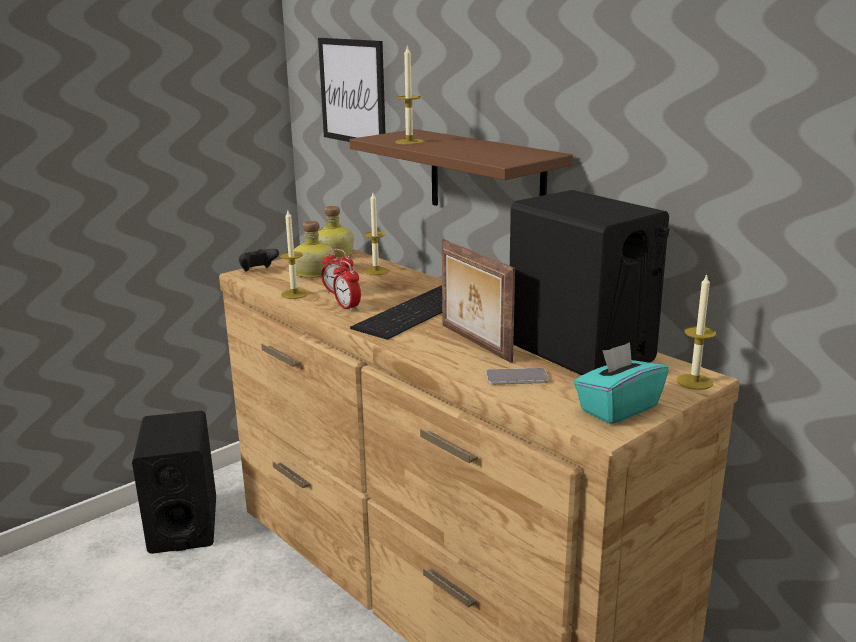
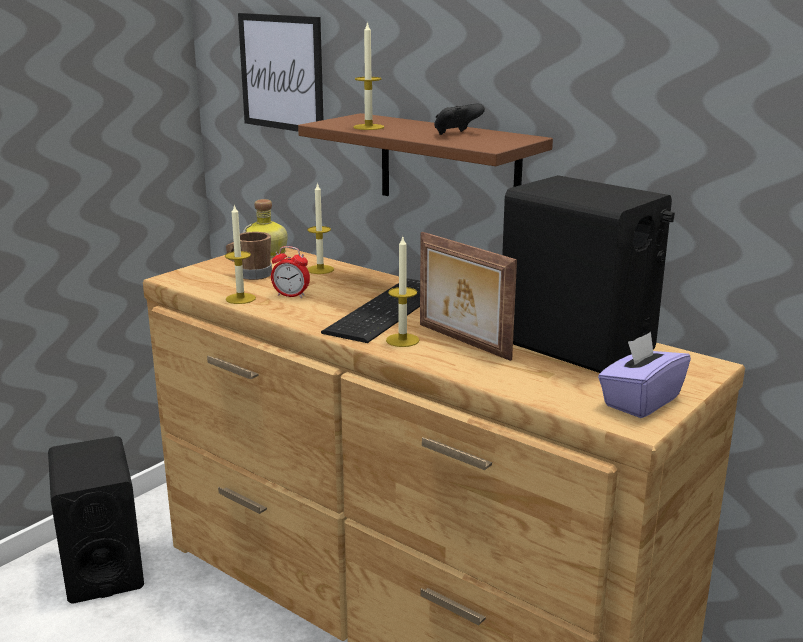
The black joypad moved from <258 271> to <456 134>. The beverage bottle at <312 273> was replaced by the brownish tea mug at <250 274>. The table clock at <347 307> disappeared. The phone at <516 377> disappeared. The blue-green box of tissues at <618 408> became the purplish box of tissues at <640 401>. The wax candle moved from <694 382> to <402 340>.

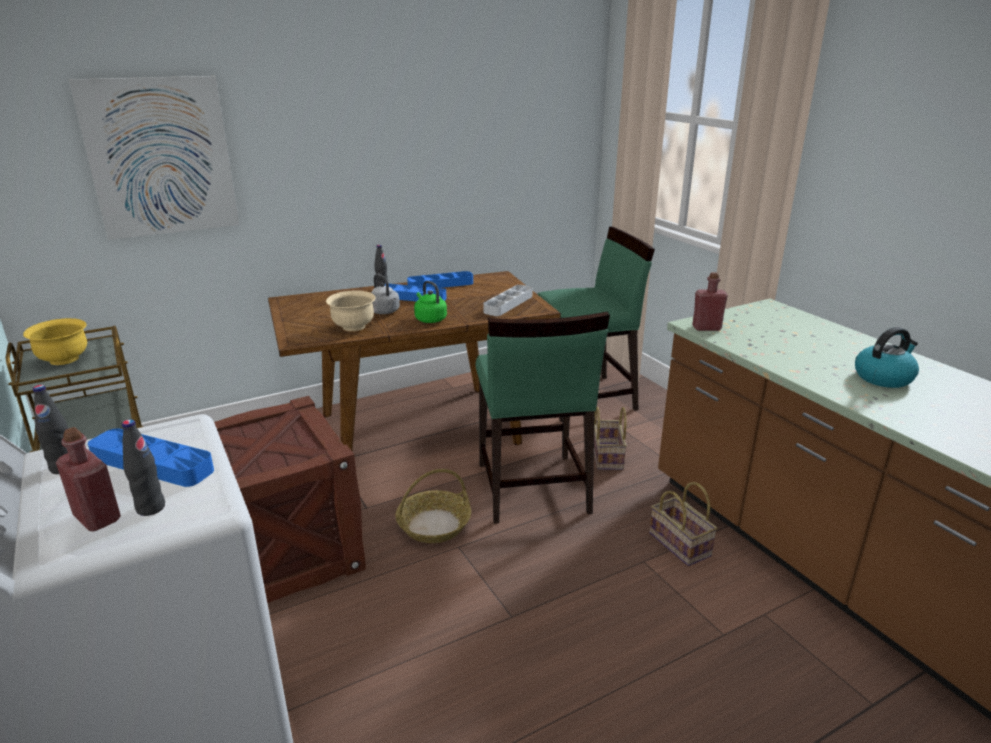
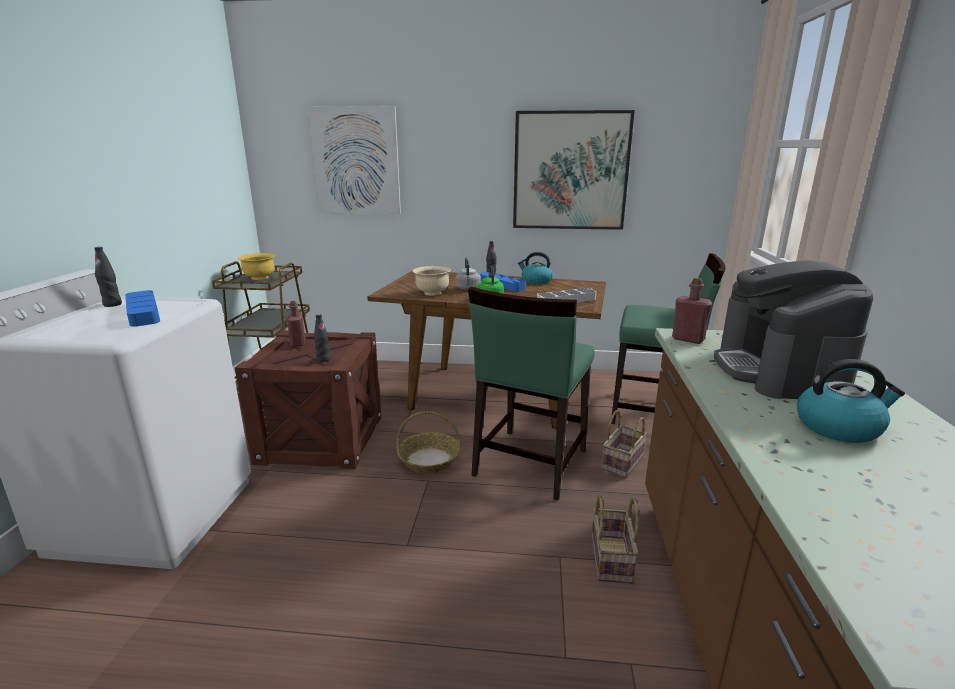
The red-coloured beverage bottle moved from <97 518> to <298 343>. The black beverage bottle moved from <150 508> to <323 359>. The blue-coloured serving tray at <440 284> was replaced by the tea kettle at <536 281>. The picture at <570 171> appeared. The coffee machine at <779 371> appeared.

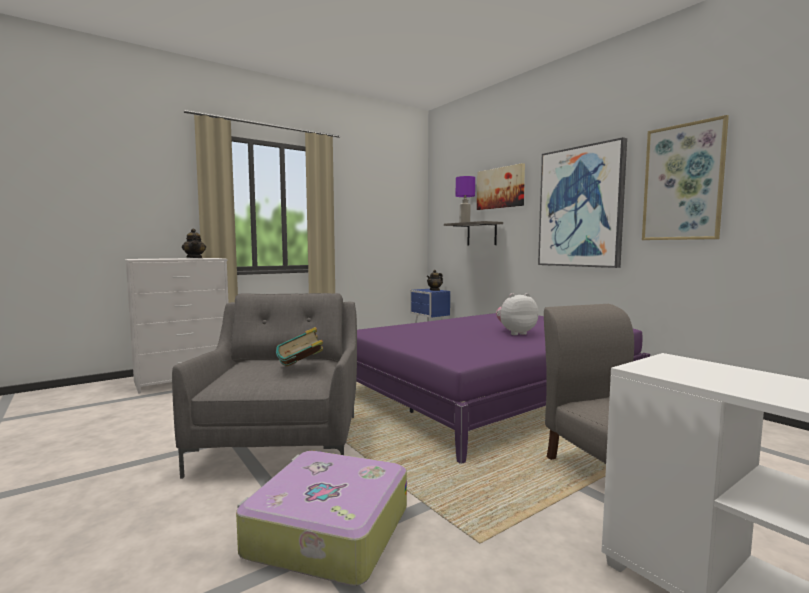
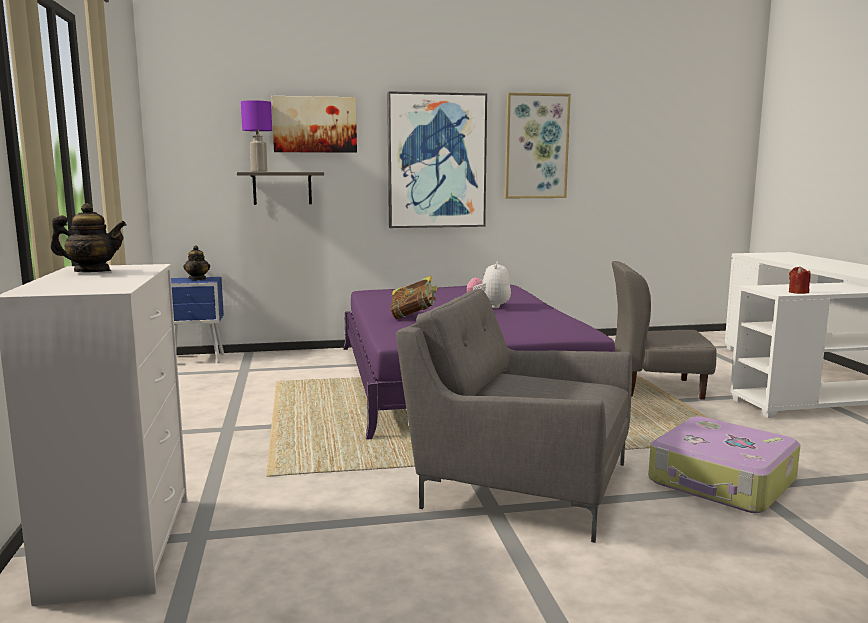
The bound book moved from <301 369> to <414 317>. The red-coloured wax candle at <798 292> appeared.

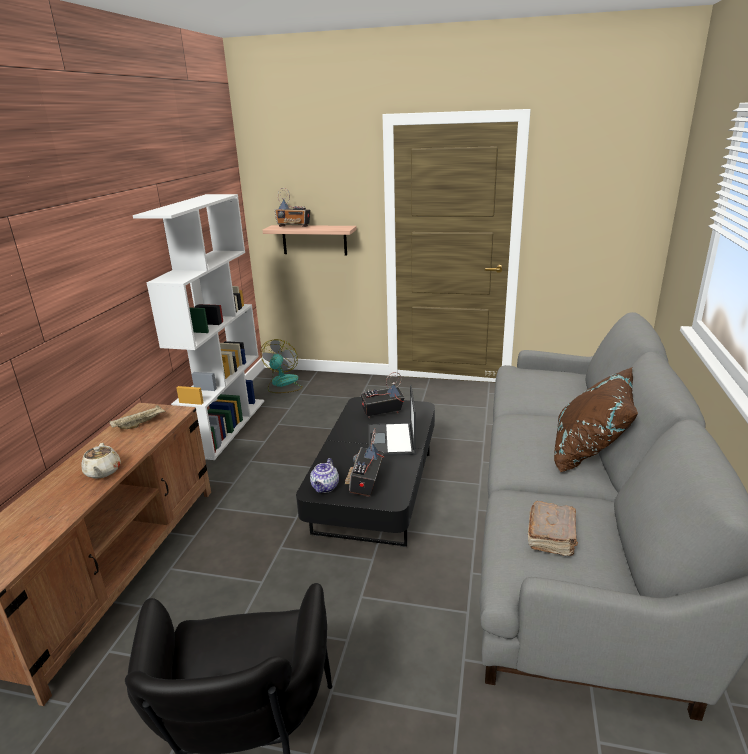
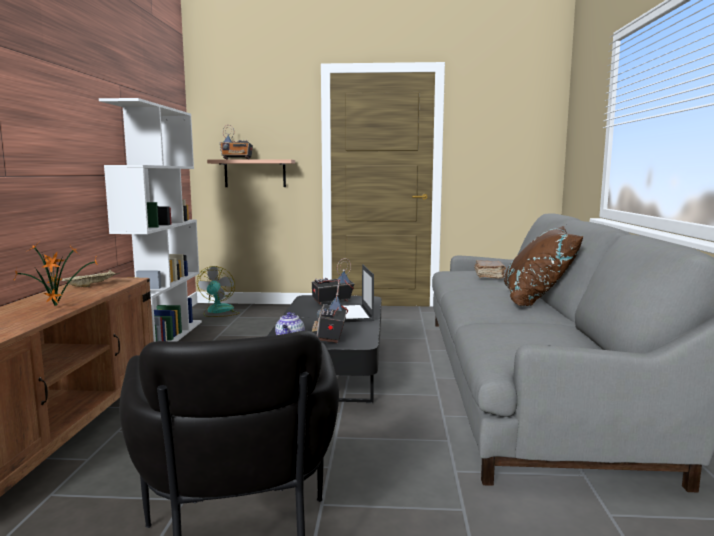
The beige-coloured teapot at <103 472> was replaced by the plant in a pot at <56 306>. The brownish bound book moved from <552 536> to <489 276>.

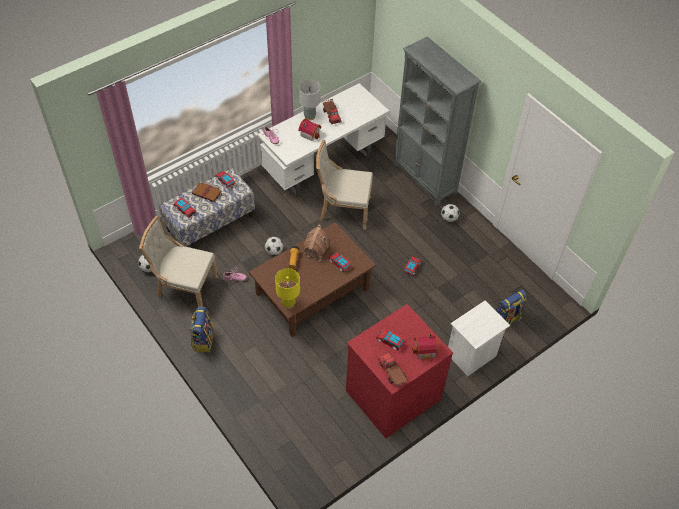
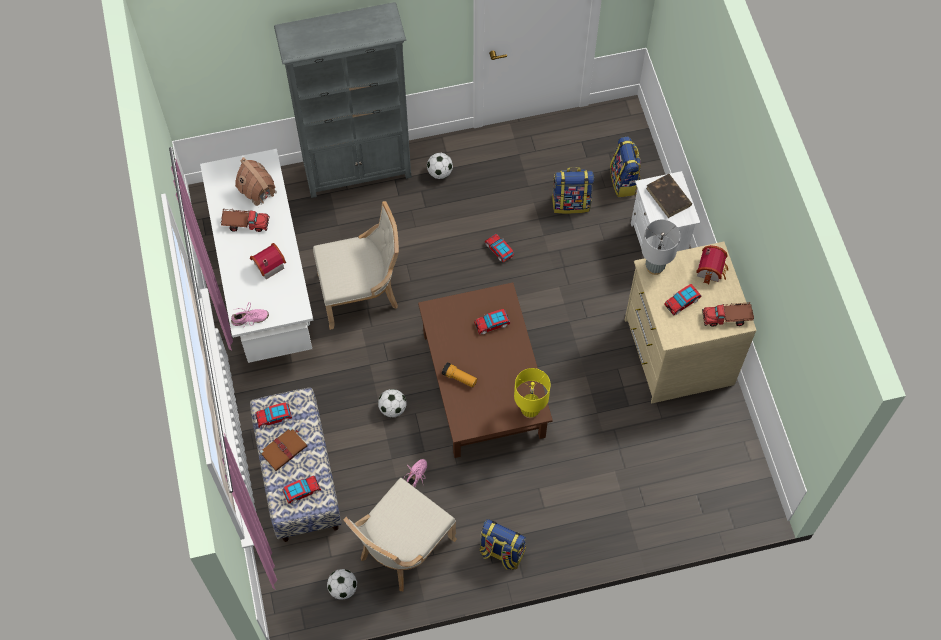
The gray table lamp moved from <310 116> to <654 267>. The model house moved from <315 251> to <258 191>. The beige-coloured upright chair at <343 210> turned 135 degrees counterclockwise. The red-coloured drawer chest at <392 394> became the beige-coloured drawer chest at <676 352>. The rucksack at <571 203> appeared. The brownish bound book at <669 197> appeared.

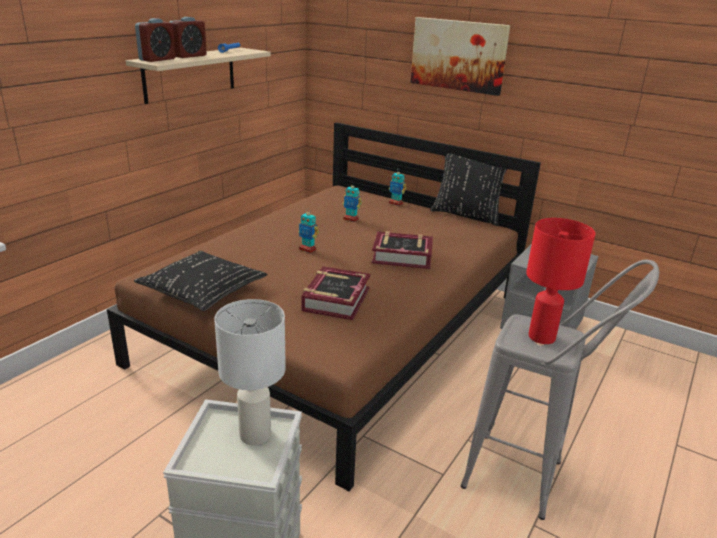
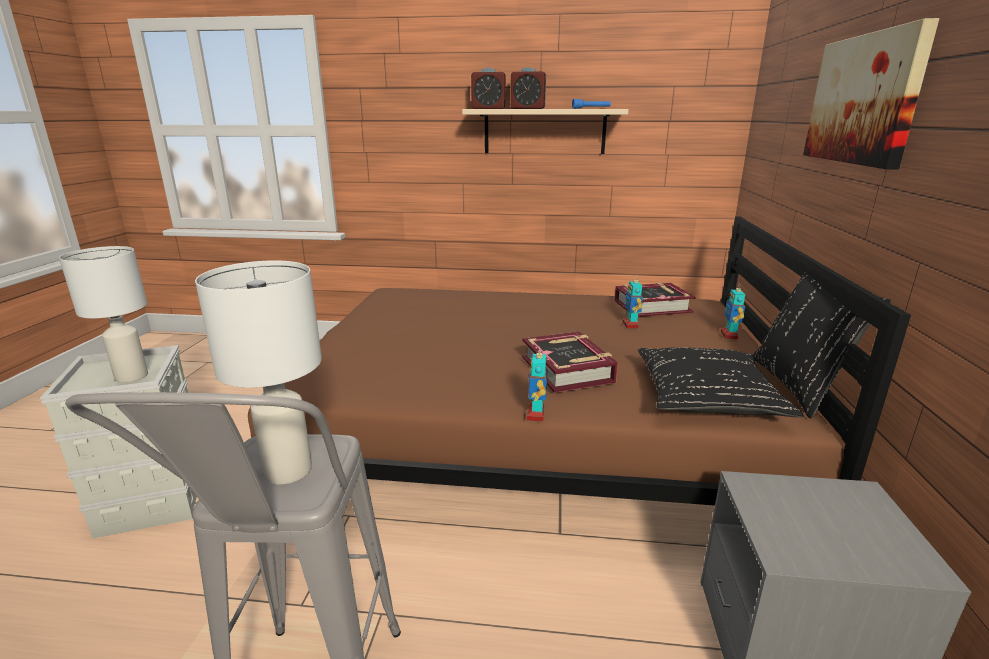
The black cushion moved from <203 290> to <707 396>. The model robot moved from <307 249> to <536 414>. The bound book moved from <335 299> to <652 306>. The red-coloured table lamp at <542 336> became the white table lamp at <289 471>.

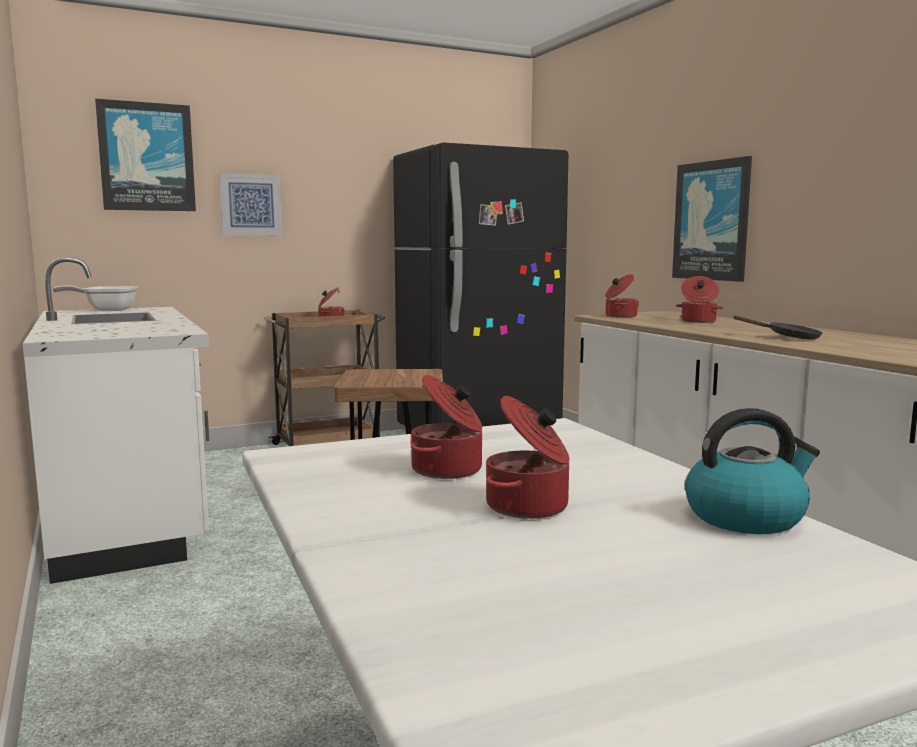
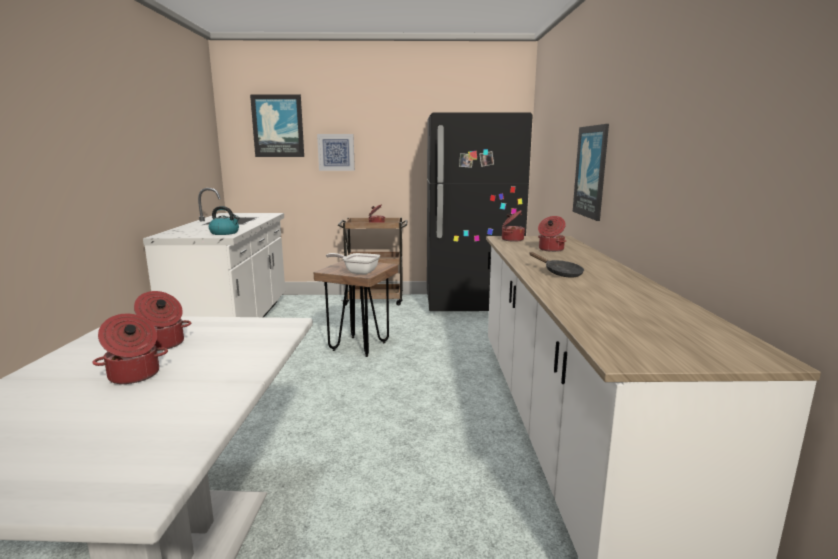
The pan moved from <106 310> to <358 272>. The tea kettle moved from <746 517> to <225 233>.

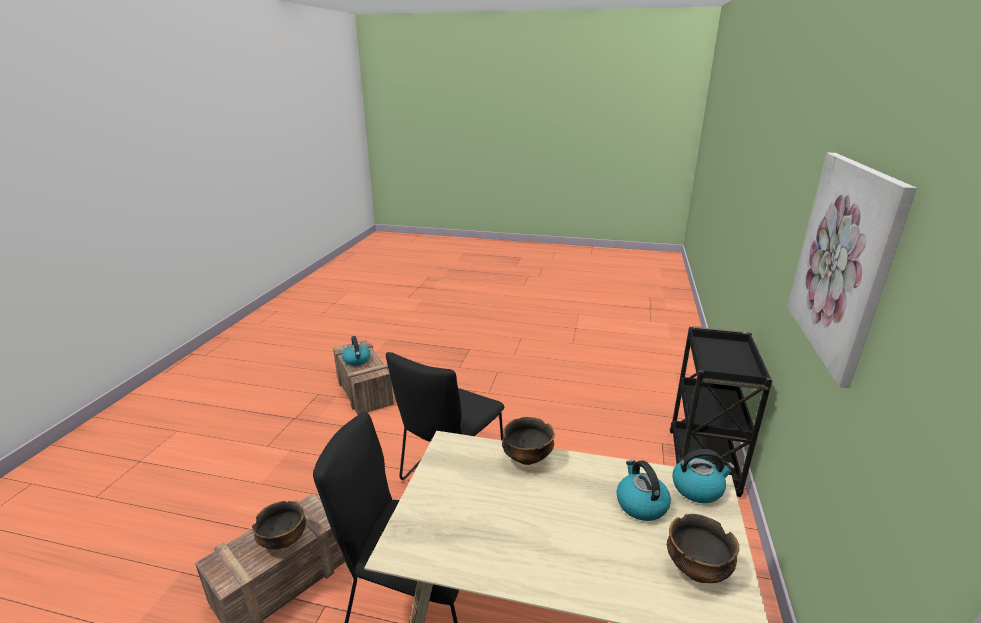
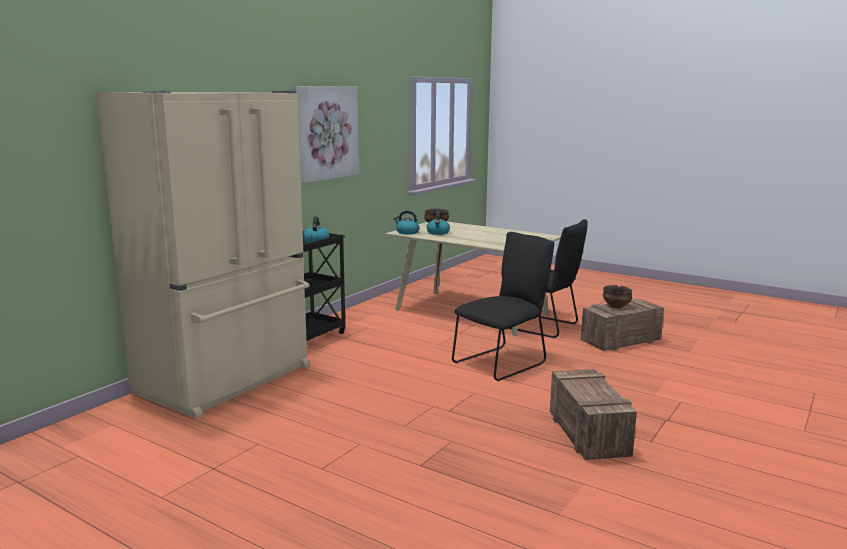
The tea kettle moved from <357 360> to <316 241>. The deep dish at <527 458> disappeared. The beige-coloured refrigerator at <228 380> appeared.

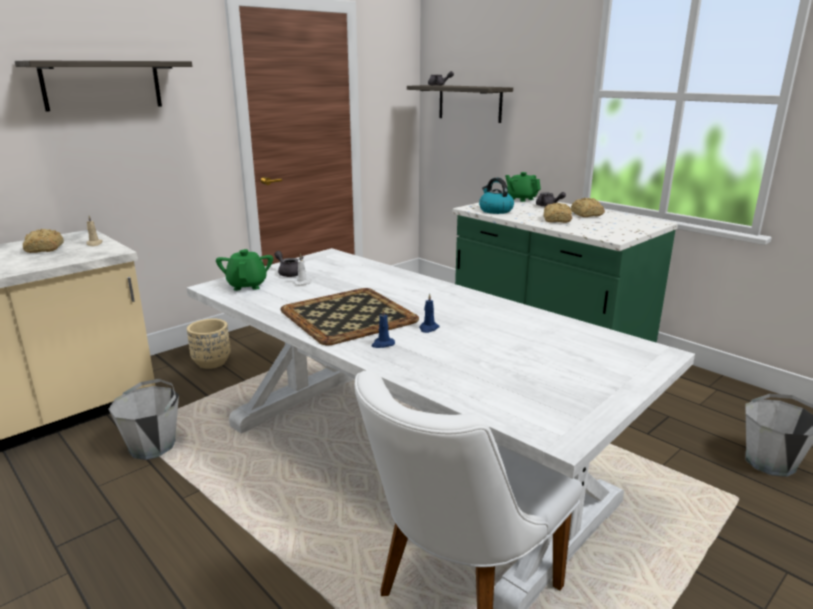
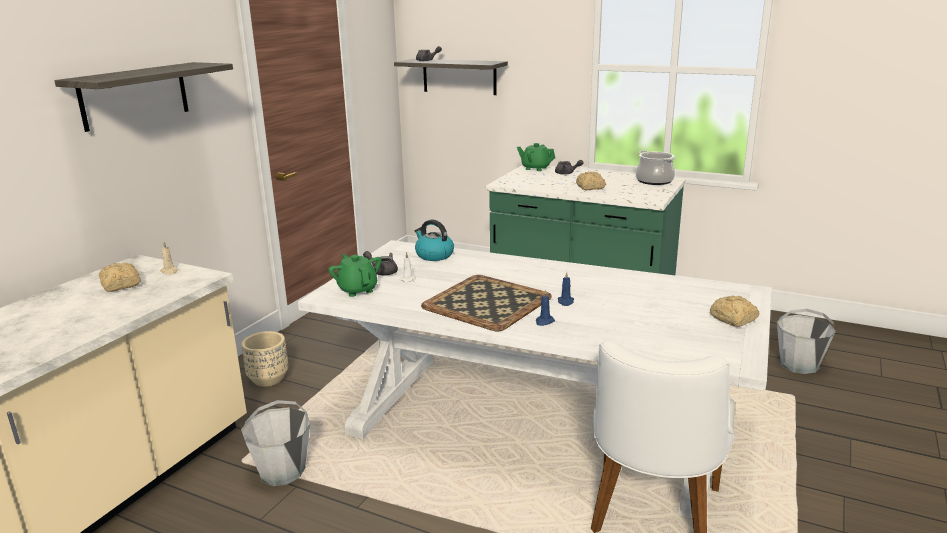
The tea kettle moved from <495 210> to <434 255>. The bakery bread moved from <586 215> to <733 319>. The cooking pot at <654 181> appeared.

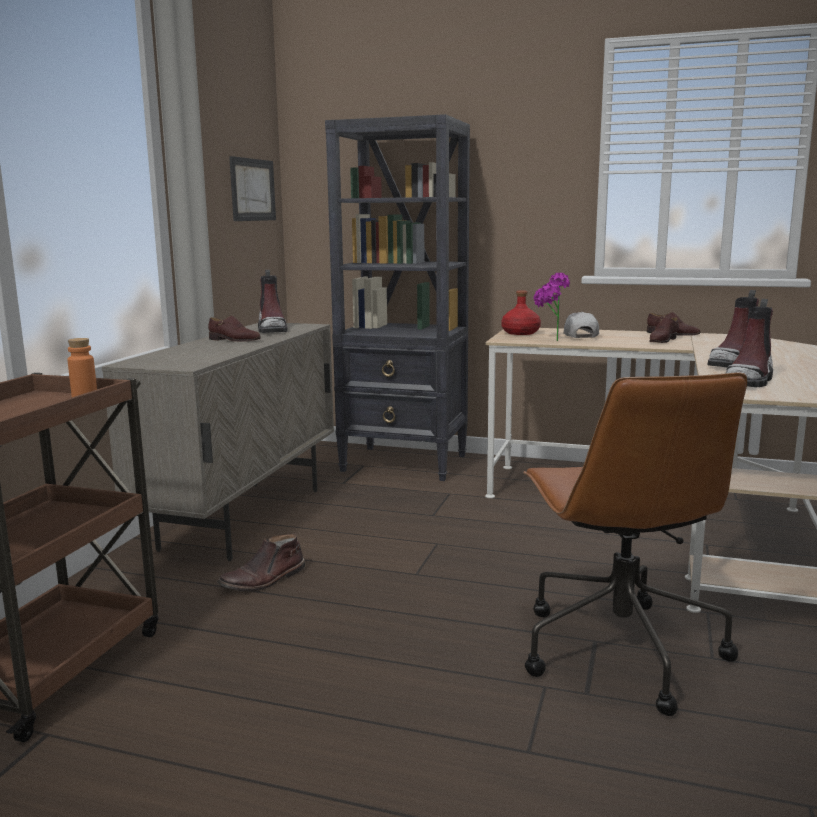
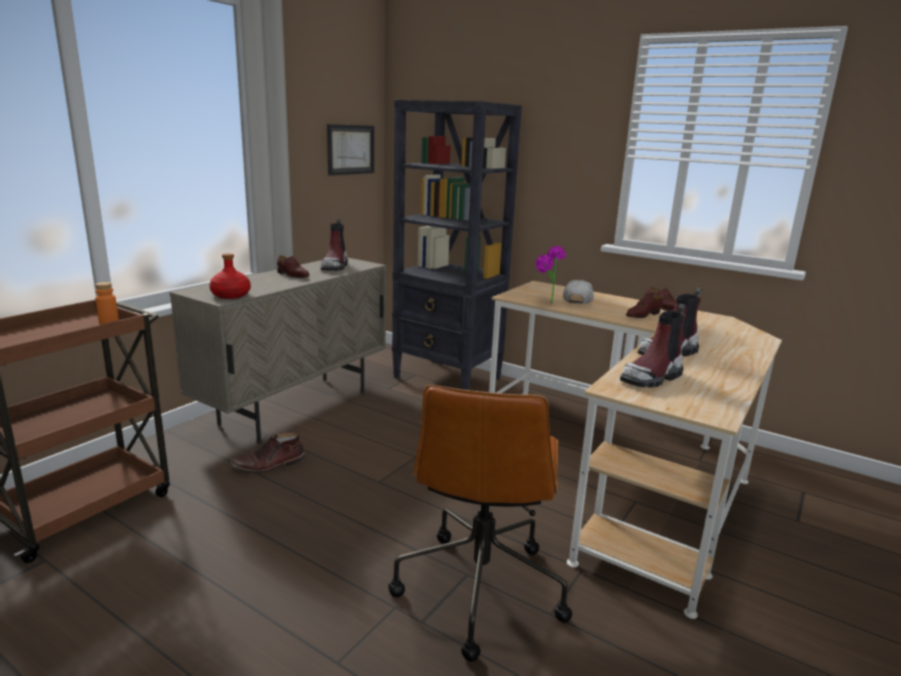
The red-coloured beverage bottle moved from <520 333> to <231 295>.

